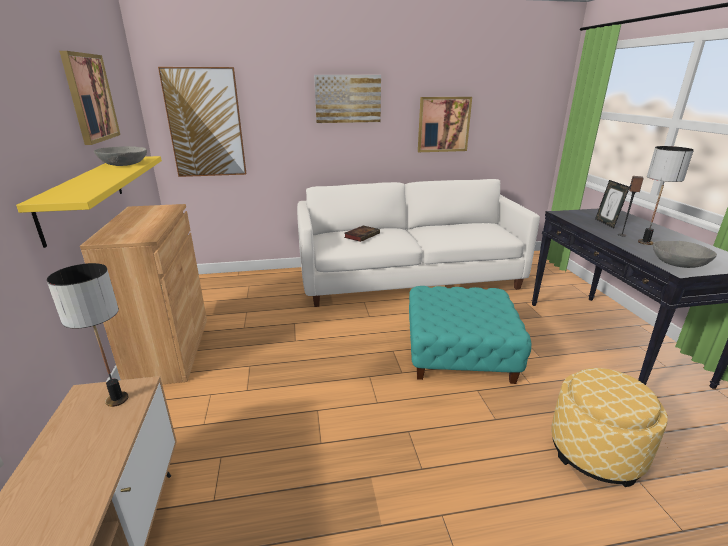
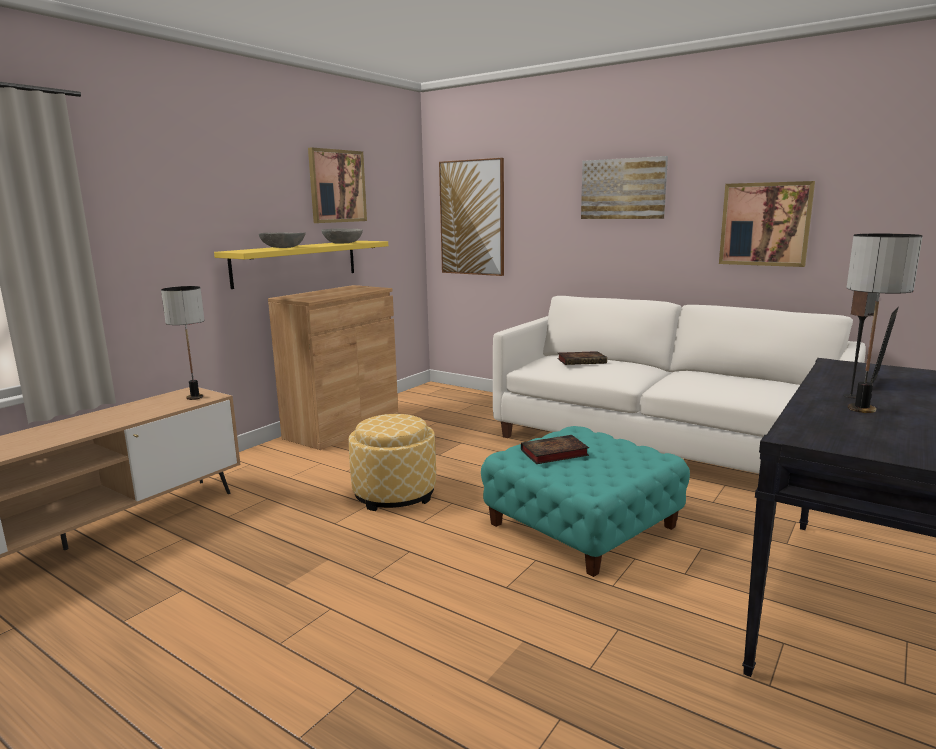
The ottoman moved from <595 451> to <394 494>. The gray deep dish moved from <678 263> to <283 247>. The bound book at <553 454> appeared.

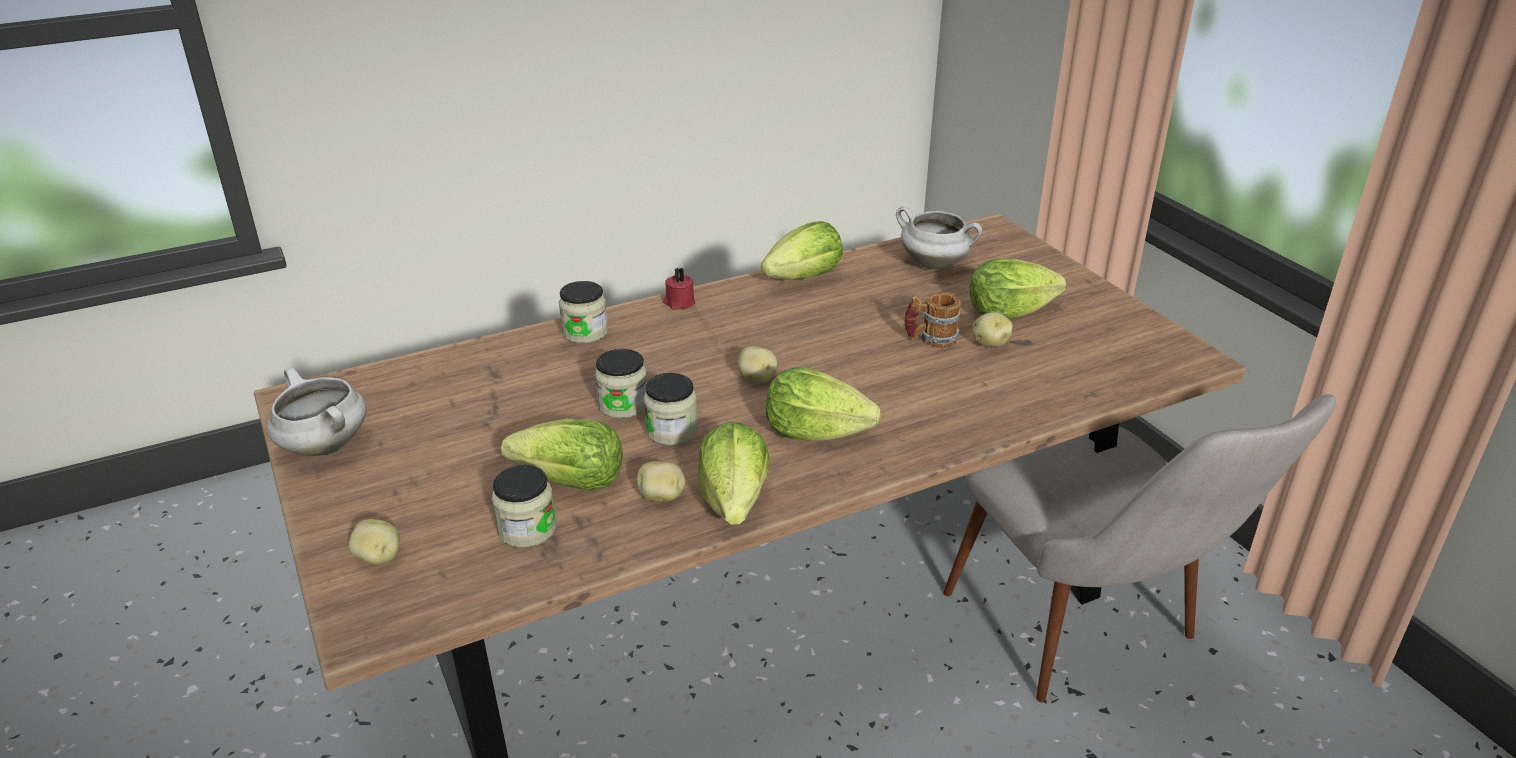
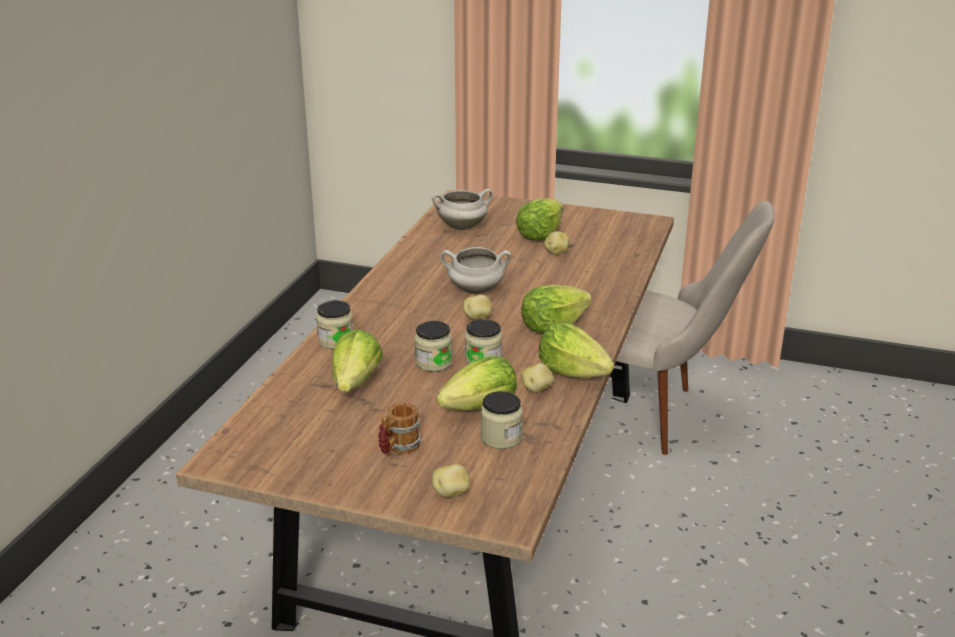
The white cooking pot moved from <322 446> to <475 290>. The red-coloured wax candle at <679 303> disappeared. The lettuce head moved from <804 278> to <356 383>. The tea mug moved from <930 339> to <398 448>.

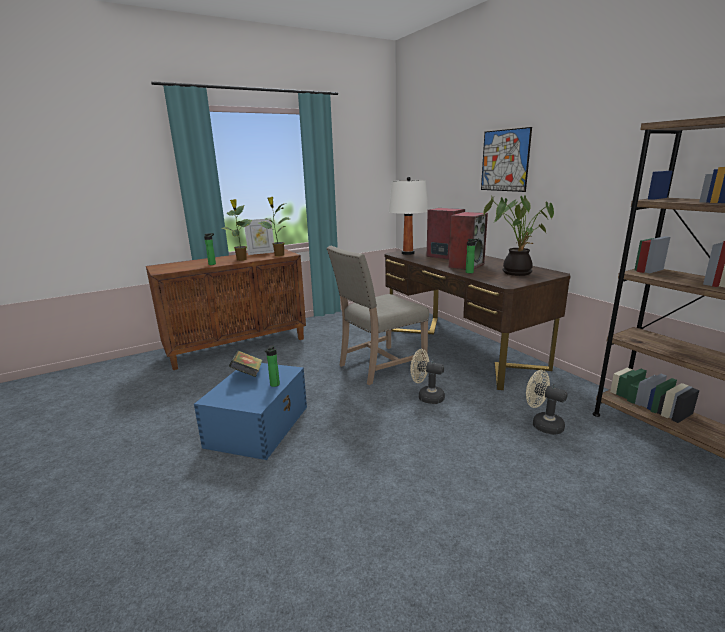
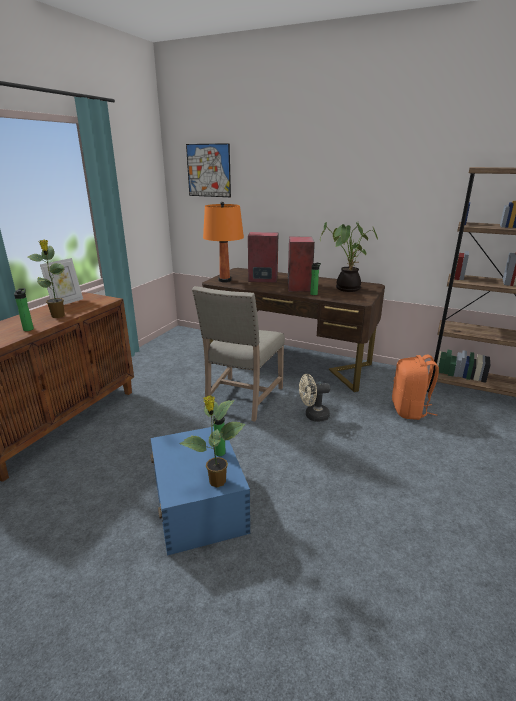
The bound book at <248 375> disappeared. The plant in a pot moved from <278 255> to <216 482>. The white table lamp at <408 253> became the orangey table lamp at <225 280>. The picture moved from <505 160> to <208 170>. The beige-coloured fan at <542 424> was replaced by the orangey rucksack at <409 410>.

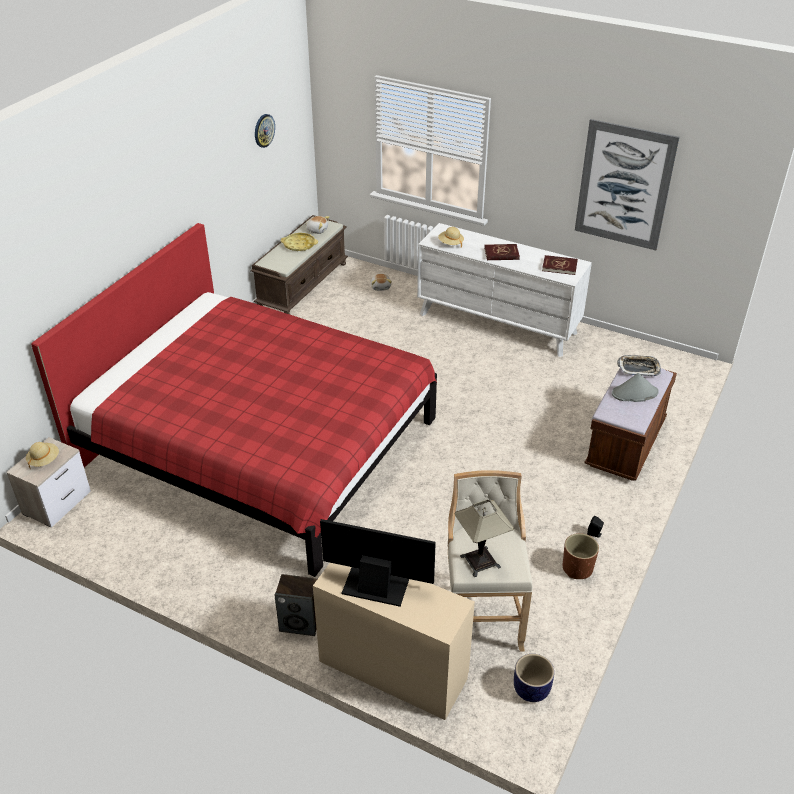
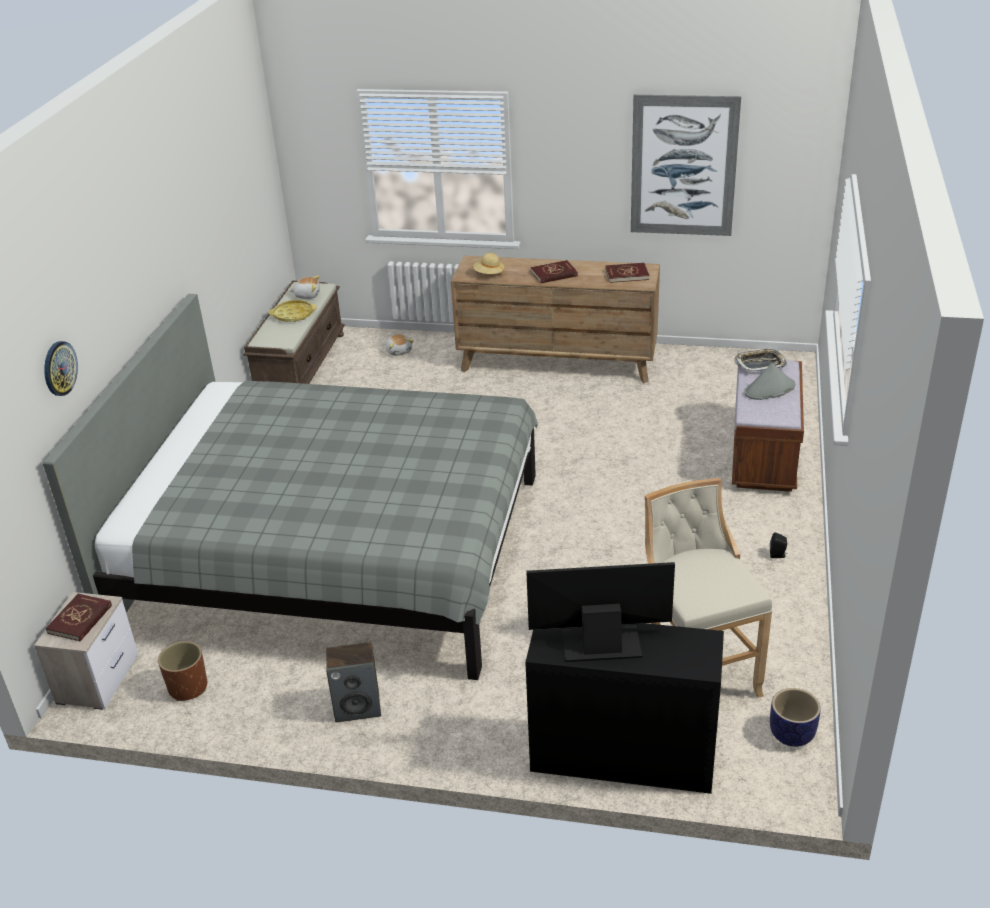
The beige-coloured clothing hat at <44 460> was replaced by the red-coloured bound book at <80 619>. The red-coloured bedroom bed at <260 445> became the gray bedroom bed at <335 553>. The hanging clock moved from <264 130> to <59 368>. The loudspeaker moved from <300 623> to <358 707>. The beige-coloured desk at <392 669> became the black desk at <622 756>. The white drawer chest at <498 323> became the brownish drawer chest at <557 363>. The table lamp at <480 561> disappeared. The brownish plant pot moved from <577 568> to <187 687>.

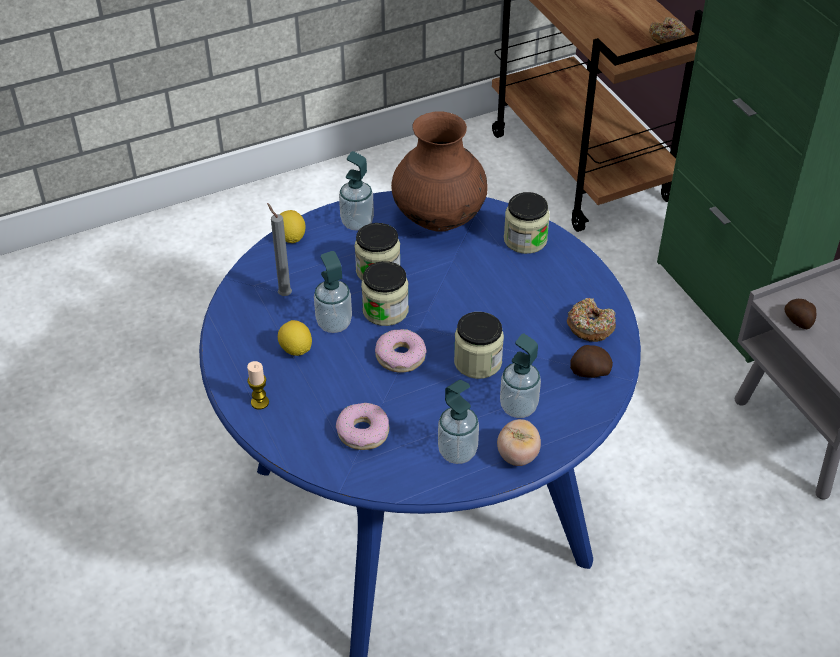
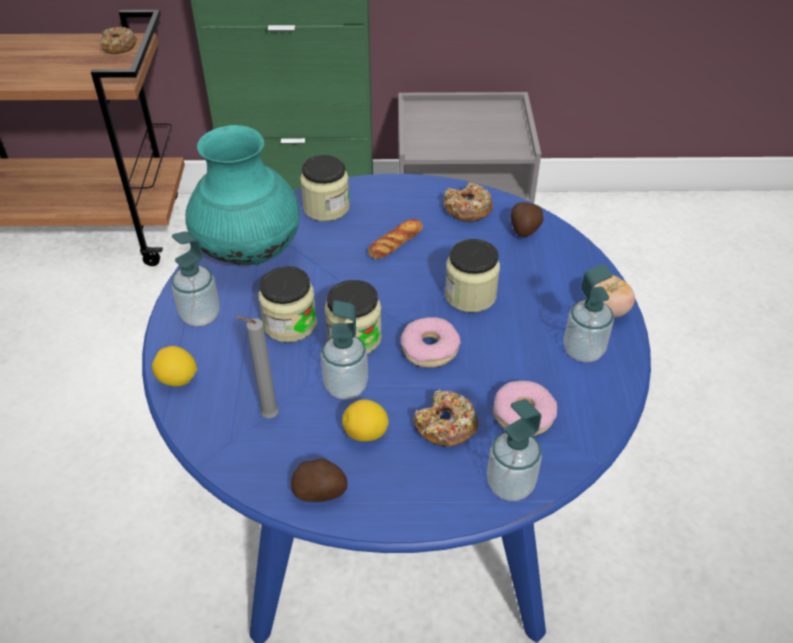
The wax candle at <260 402> disappeared. The brownish vase at <439 220> became the blue-green vase at <250 253>. The soap bottle moved from <518 407> to <510 484>. The whole potato moved from <799 322> to <320 492>. The bakery bread at <395 243> appeared. The doughnut at <445 426> appeared.

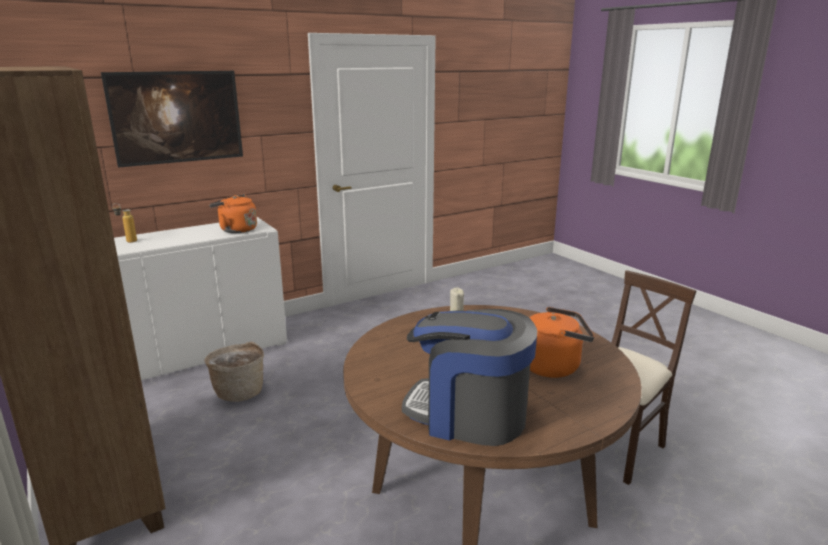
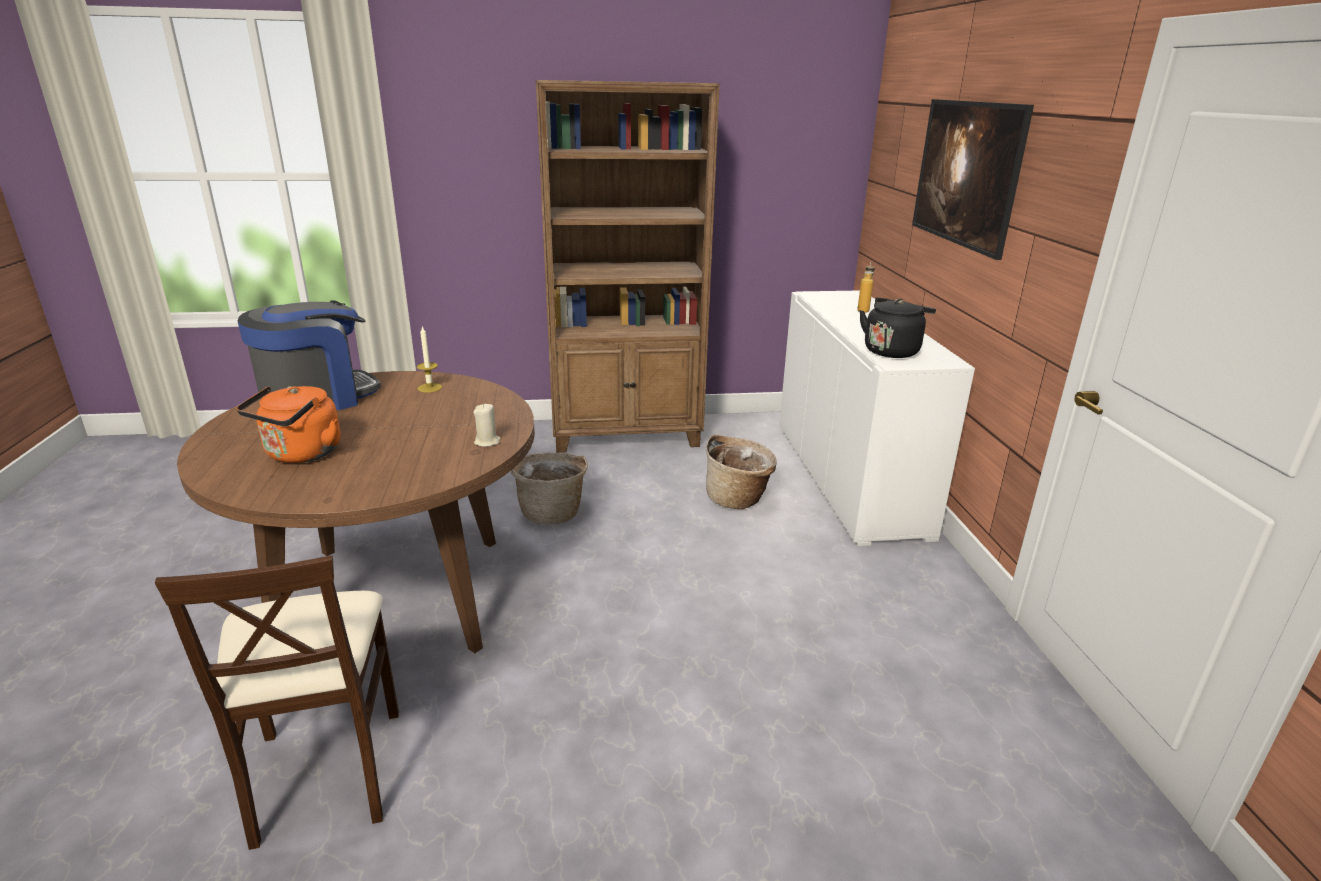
The orangey tea kettle at <236 230> became the black tea kettle at <892 351>. The wax candle at <430 388> appeared. The storage basket at <552 512> appeared.

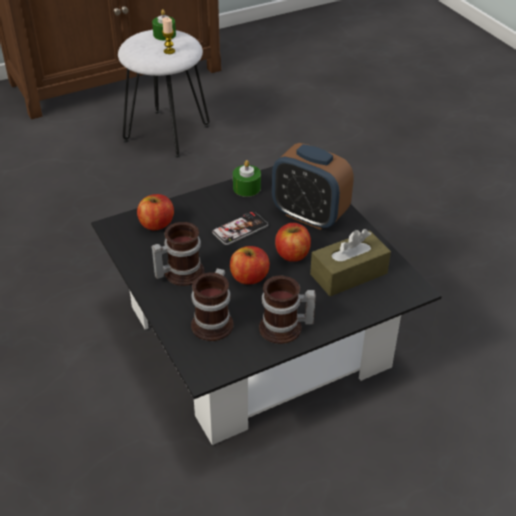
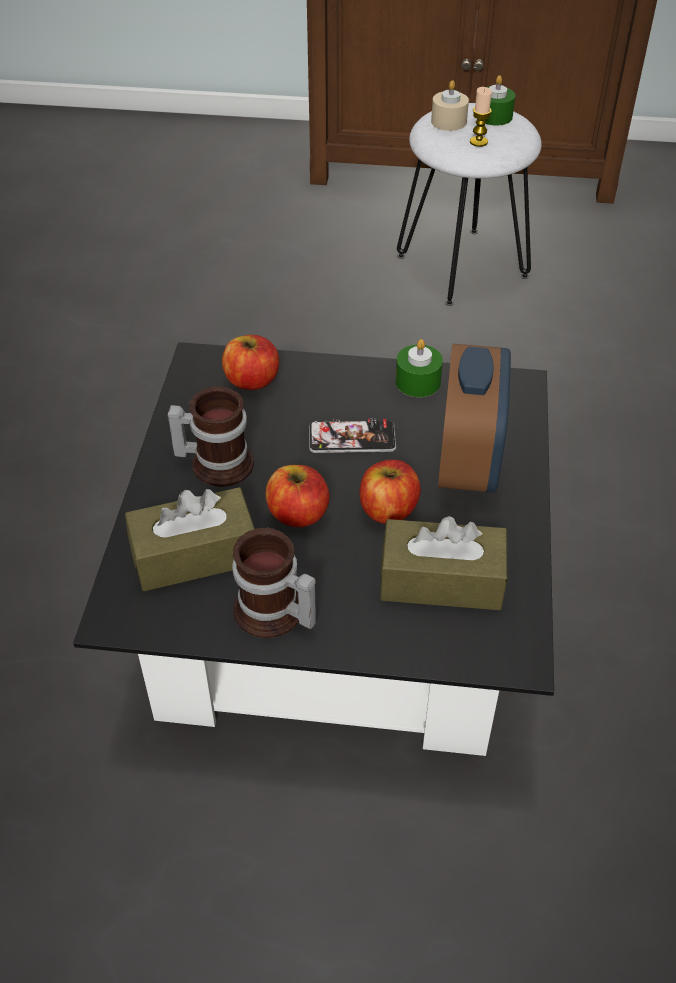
The tea mug at <215 322> was replaced by the brownish box of tissues at <194 555>. The table clock at <309 215> turned 150 degrees counterclockwise. The beige-coloured wax candle at <448 121> appeared.

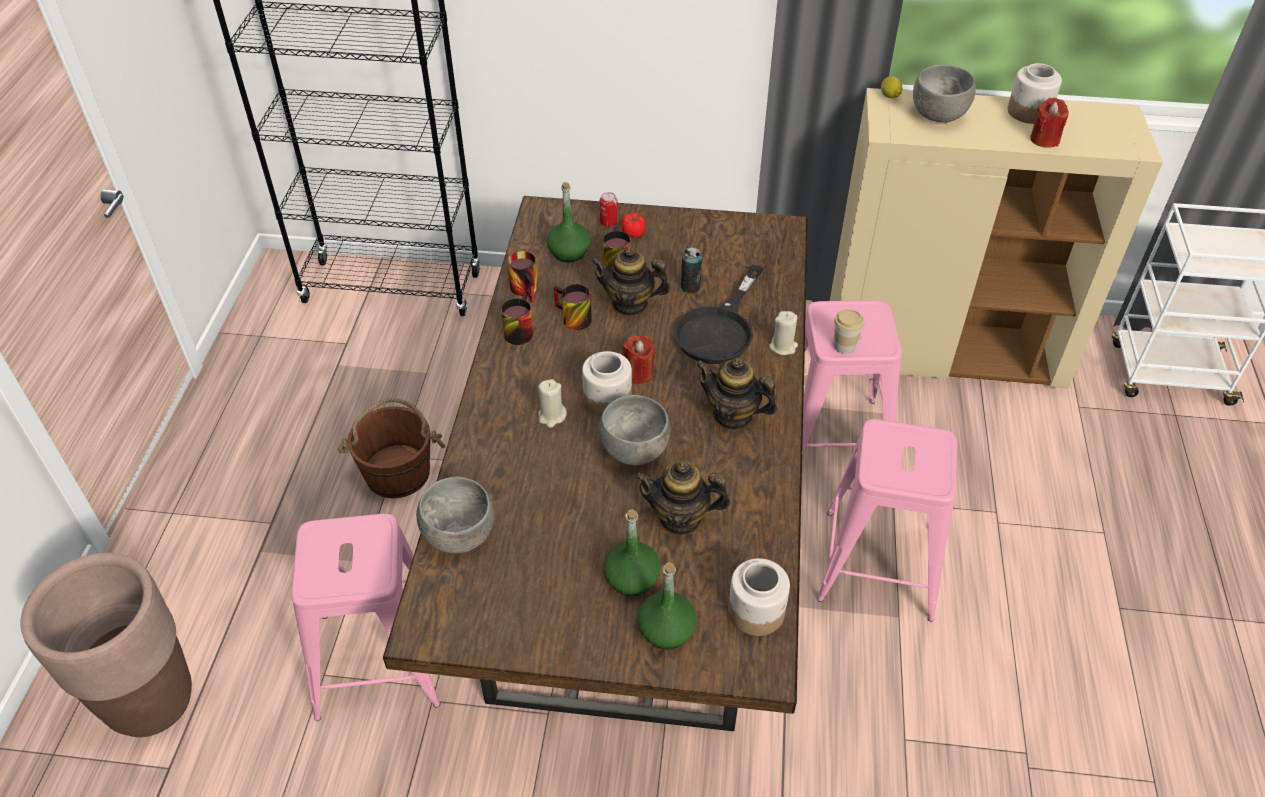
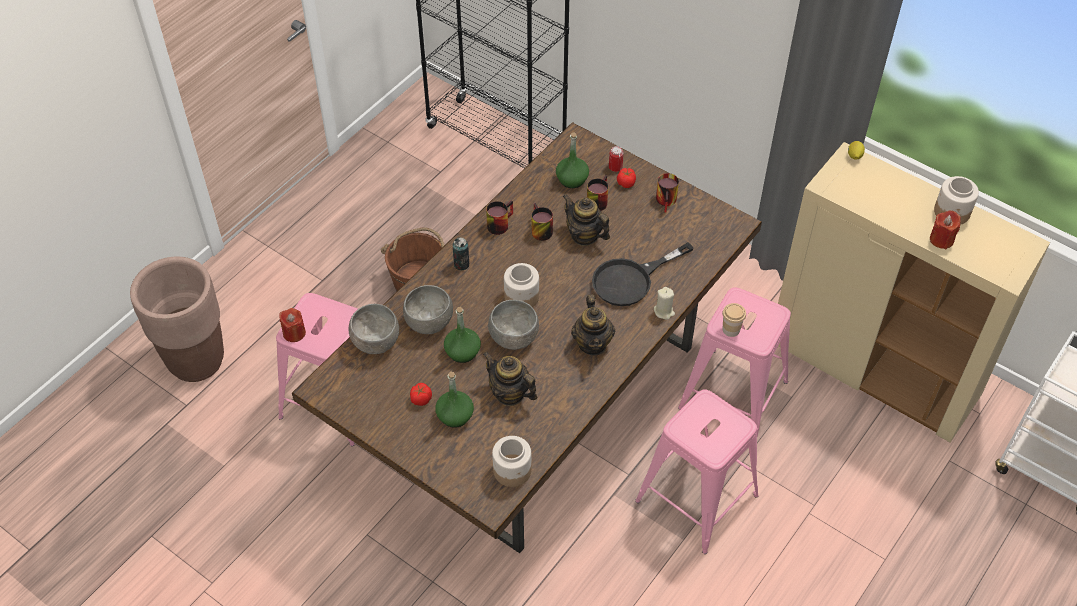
The tea mug moved from <528 289> to <668 201>. The beige-coloured wax candle at <552 416> disappeared. The red-coloured wax candle moved from <638 372> to <294 333>. The green-coloured beverage bottle moved from <666 630> to <462 352>. The can moved from <690 287> to <461 264>. The teapot at <732 415> turned 150 degrees counterclockwise. The gray deep dish moved from <937 115> to <429 322>. The tomato at <420 399> appeared.

